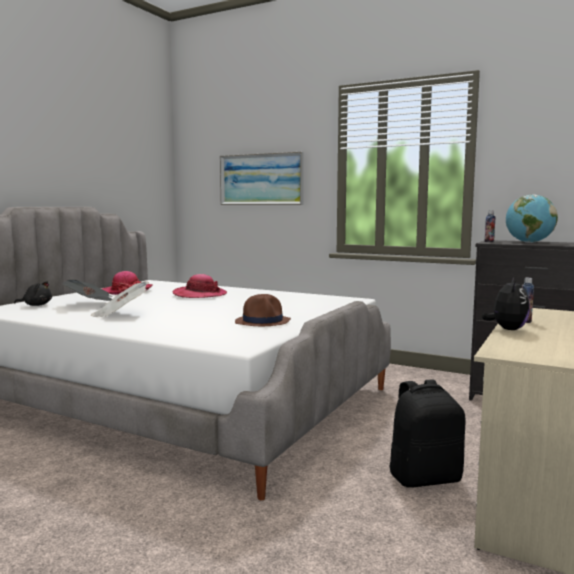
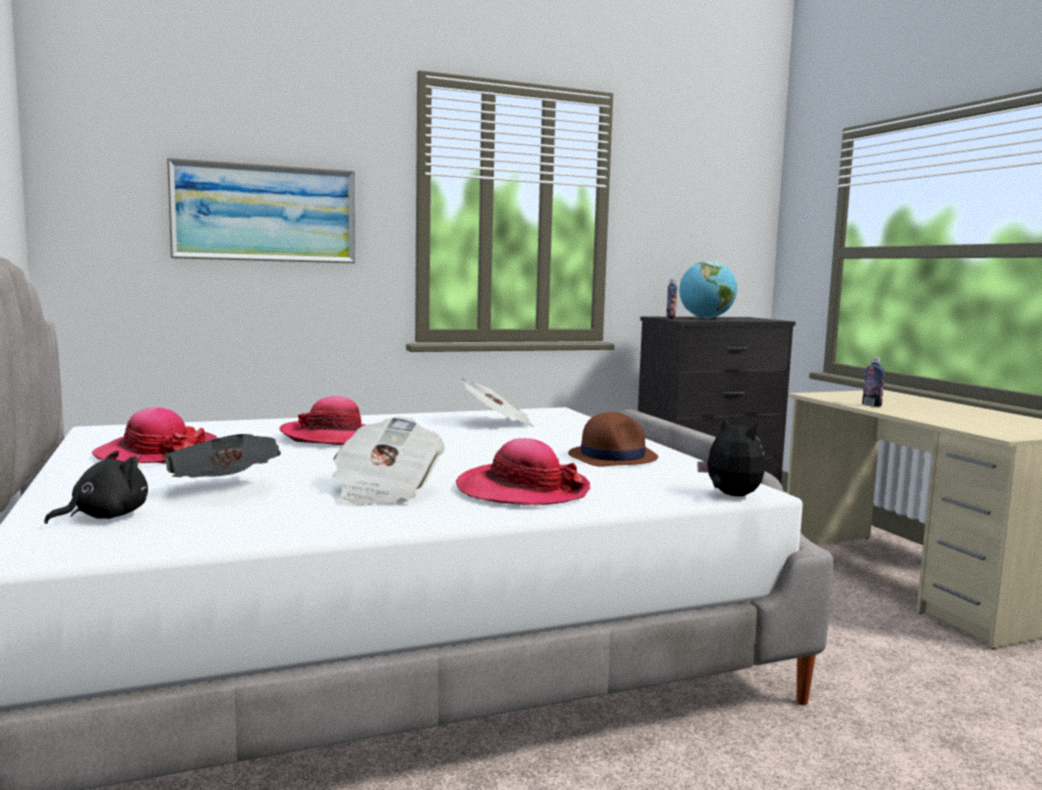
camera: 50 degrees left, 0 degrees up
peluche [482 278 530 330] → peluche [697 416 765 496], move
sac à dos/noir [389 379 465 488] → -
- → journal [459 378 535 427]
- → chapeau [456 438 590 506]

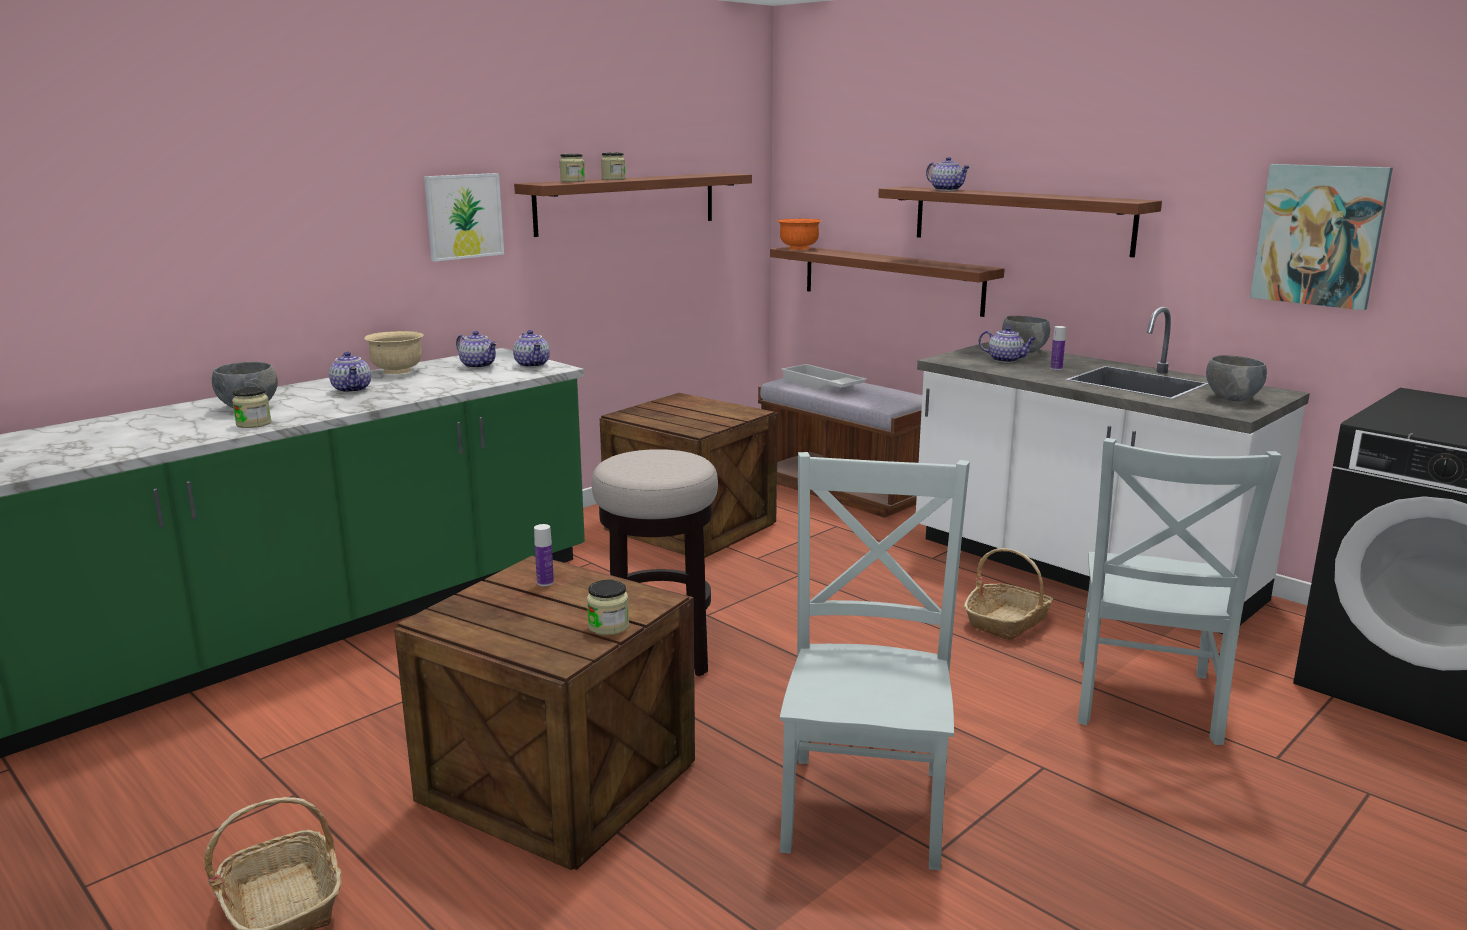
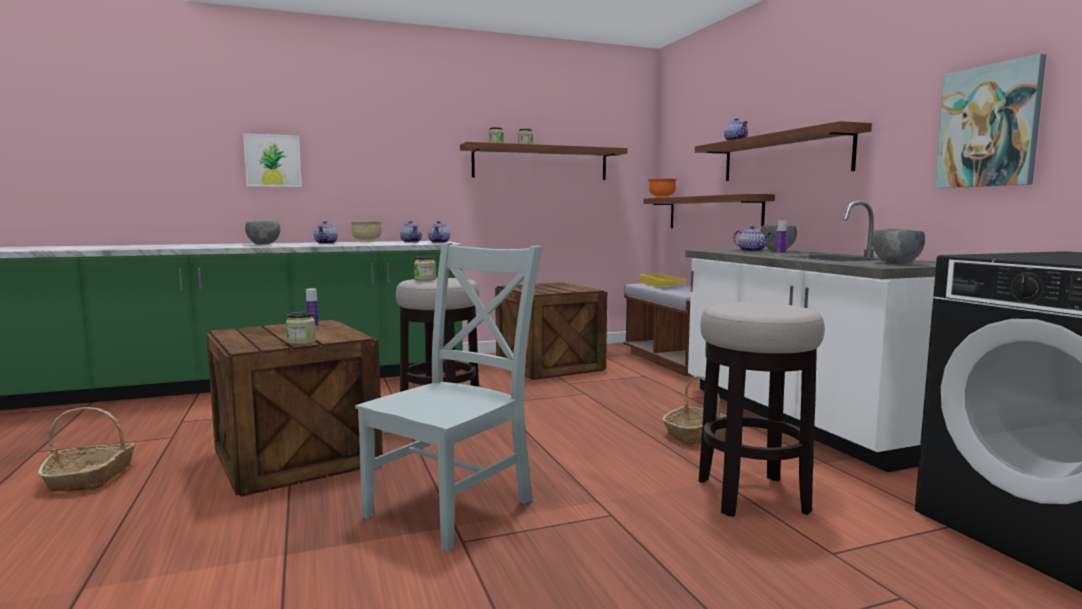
camera: 25 degrees right, 10 degrees down
tableau [424 173 504 262] → tableau [243 133 302 187], move
plateau/blanc [781 364 867 390] → plateau/jaune [639 274 687 286]
bocal [232 387 271 428] → bocal [414 256 436 281], move
chaise/gris [1078 438 1282 745] → tabouret [699 302 825 517]

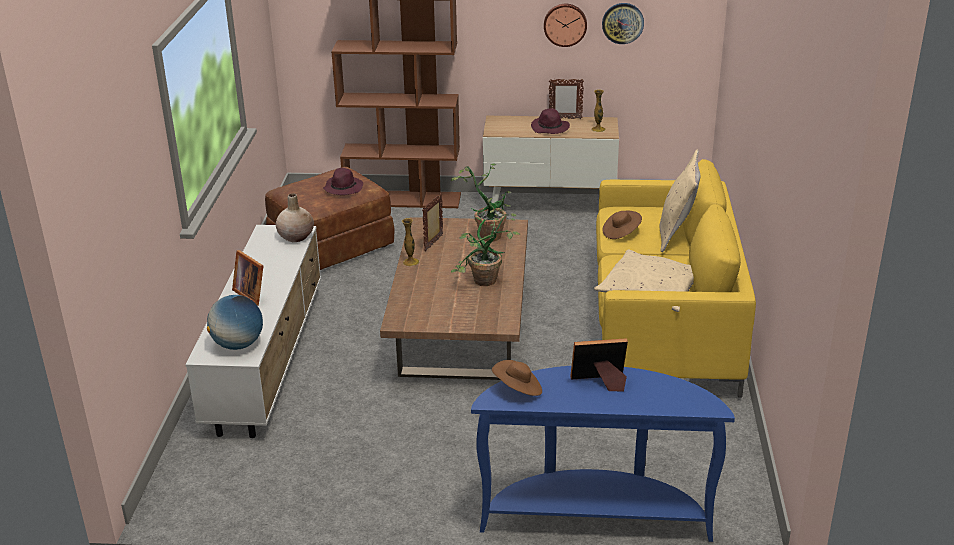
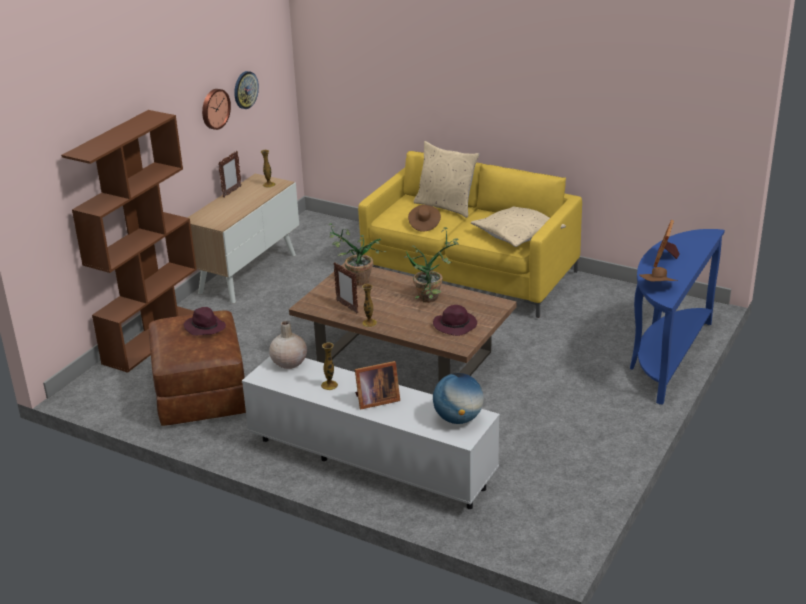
camera: 65 degrees left, 0 degrees up
chapeau/violet [531 108 570 134] → chapeau/violet [433 305 477 336], move
- → vase [321 343 338 390]

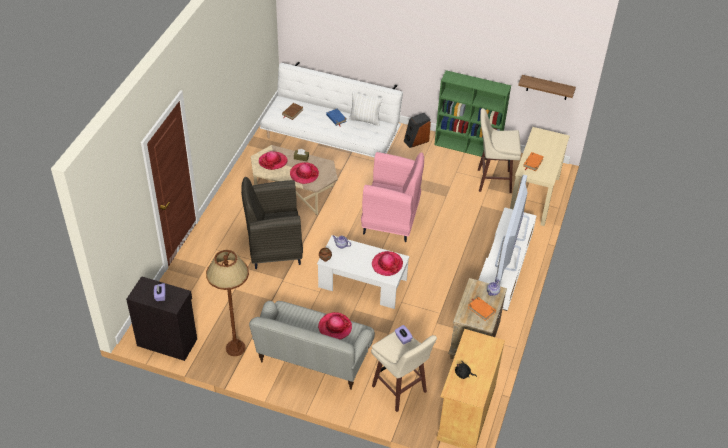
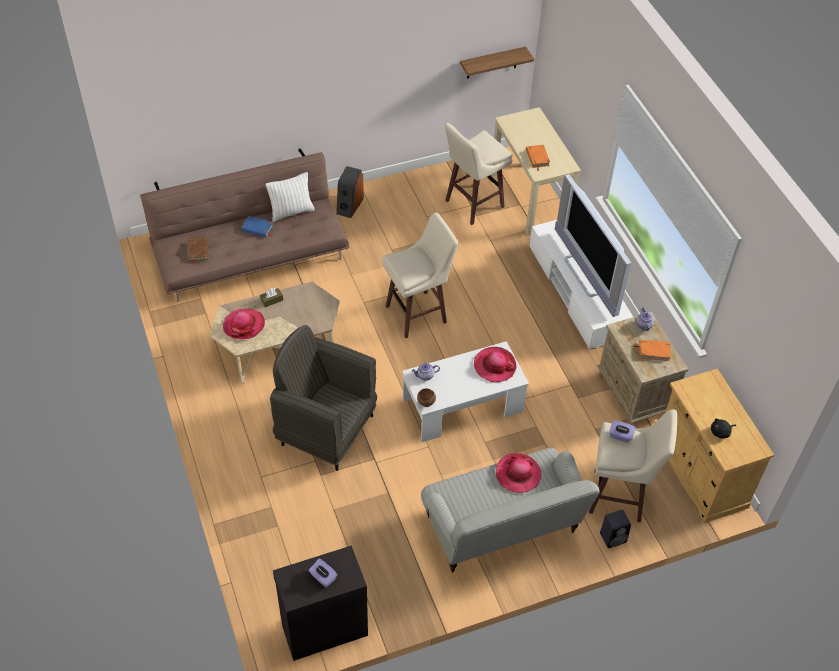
camera: 40 degrees left, 5 degrees up
canapé/blanc [260 62 403 158] → canapé/marron [140 148 350 302]
bibliothèque/vert [435 70 511 161] → -
fauteuil/rose [361 152 424 242] → tabouret/beige [382 212 458 338]
chapeau [290 162 319 184] → -
fauteuil/gris [241 177 303 269] → fauteuil/gris [270 325 377 471], 75 degrees clockwise
lampadaire/marron [206 250 249 356] → -
- → enceinte/noir [600 510 631 548]

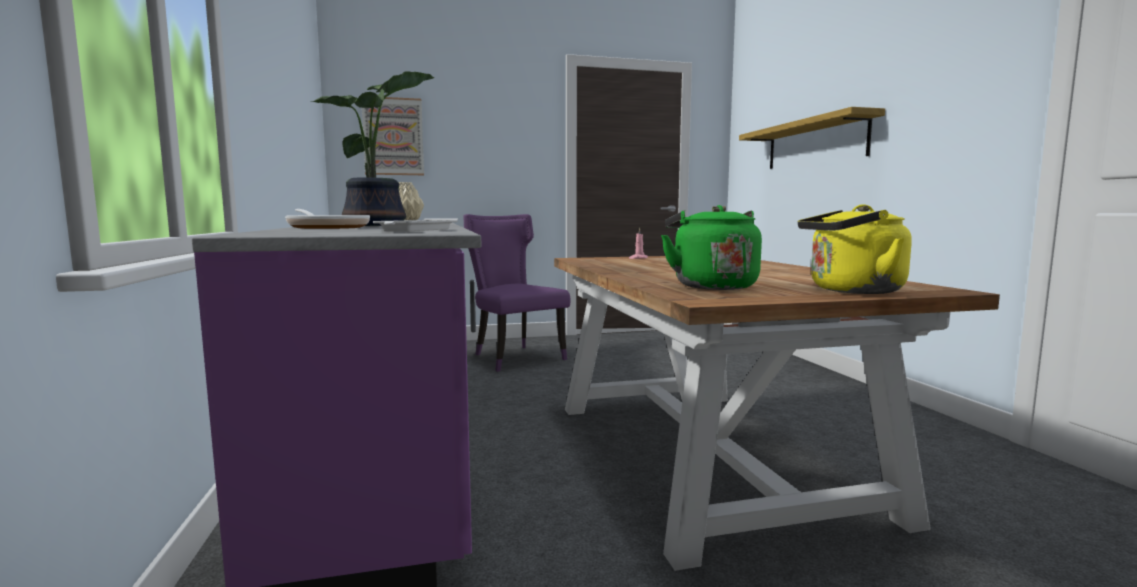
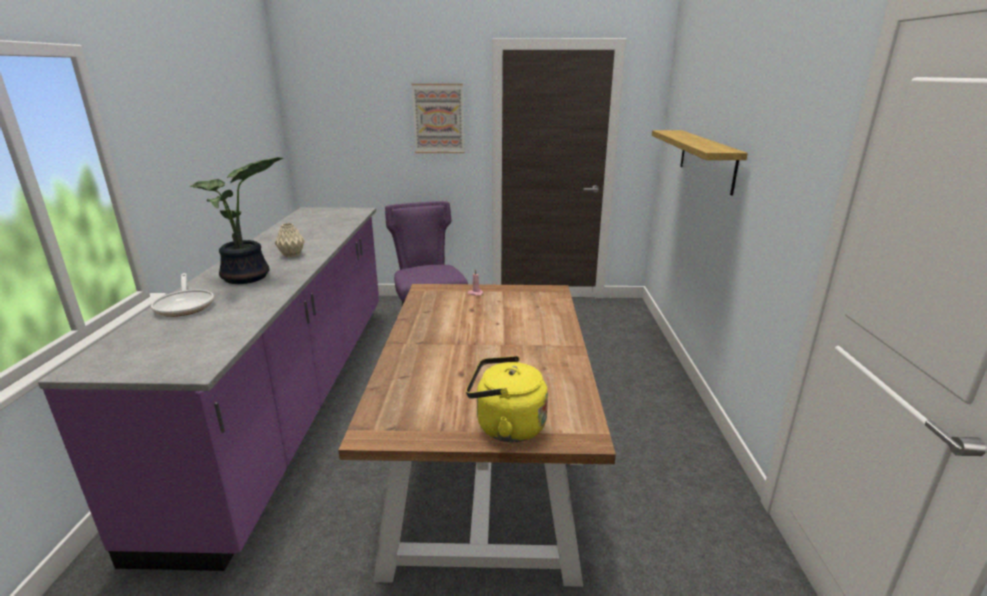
camera: 15 degrees right, 15 degrees up
tableau [362 97 424 175] → tableau [412 84 464 153], move
bouilloire/vert [661 205 762 290] → -
plateau/blanc [373 219 458 232] → -

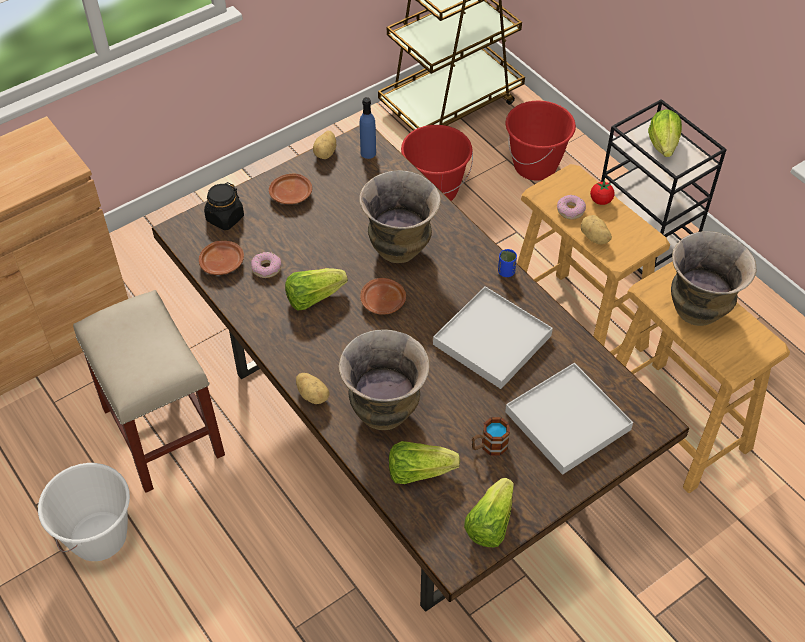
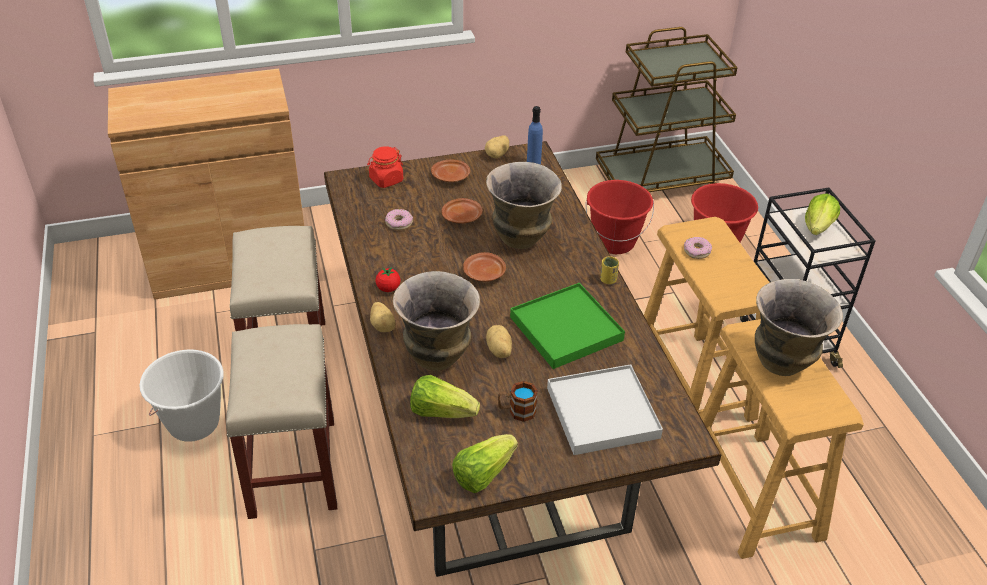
camera: 20 degrees right, 10 degrees down
tomate [590 180 615 205] → tomate [375 267 401 292], move
bocal/noir [204 182 244 230] → bocal/rouge [367 146 403 188]
pomme de terre [581 215 612 245] → pomme de terre [486 325 512 358], move
assiette/marron [199 241 244 275] → assiette/marron [441 198 483 224], move
tasse/bleu [498 249 517 277] → tasse/jaune [600 256 619 284]
laitue [285 268 348 311] → -
plateau/blanc [433 286 553 389] → plateau/vert [510 283 625 369]
- → tabouret/beige [226 324 337 519]

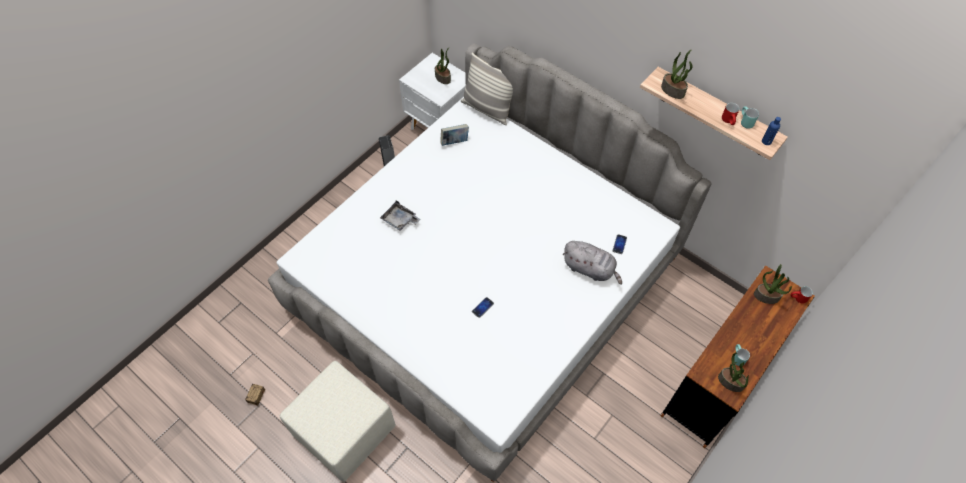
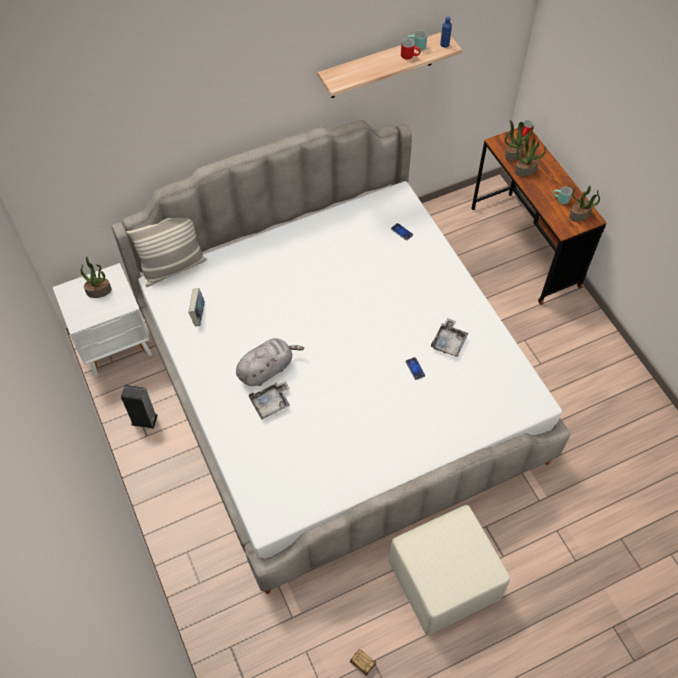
camera: 65 degrees left, 0 degrees up
plante en pot [661 50 693 99] → plante en pot [515 134 546 177], move
peluche/gris [563 241 622 285] → peluche/gris [236 338 304 386], move
- → plateau/gris [431 318 469 357]

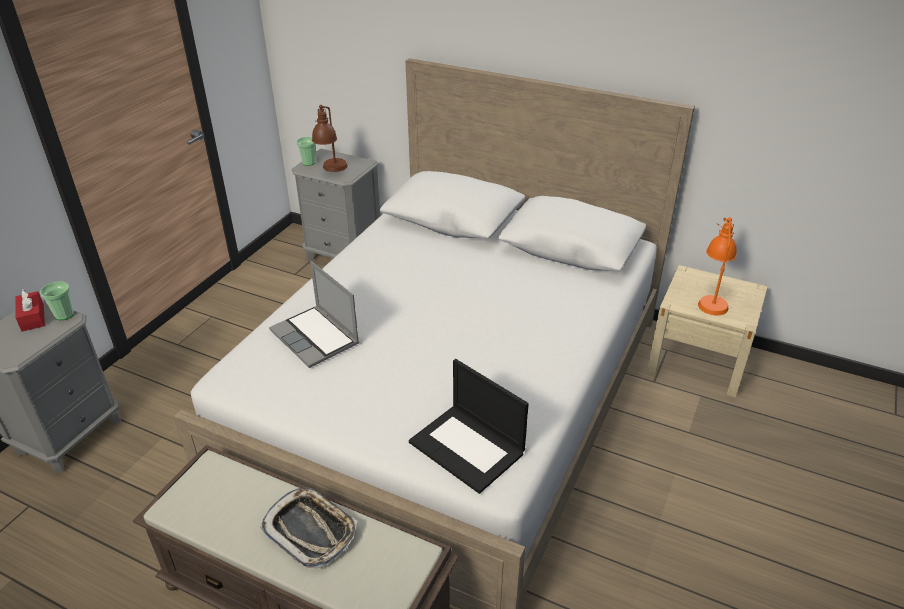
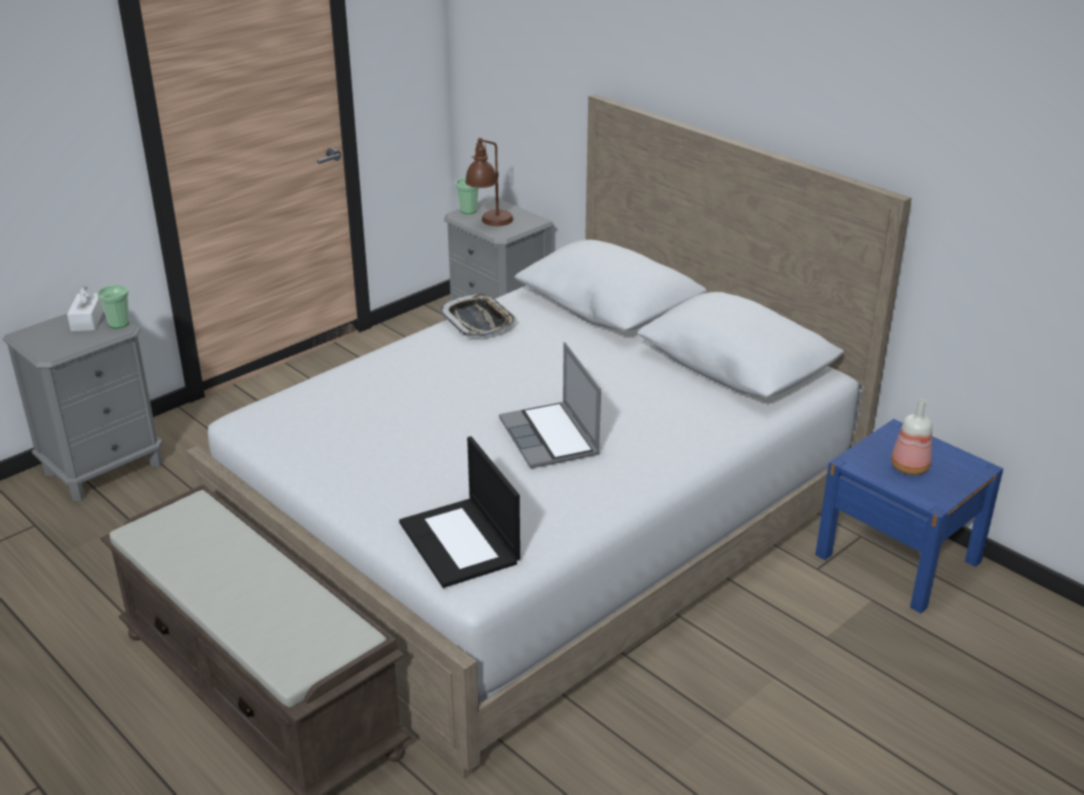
camera: 20 degrees right, 5 degrees down
lampe de table/orange [698 217 737 316] → bouteille [891 399 932 475]
ordinateur portable [269 261 359 368] → ordinateur portable [499 342 601 469], move
table de chevet/beige [647 265 768 398] → table de chevet/bleu [815 419 1003 613]
boîte à mouchoirs/rouge [15 289 45 332] → boîte à mouchoirs/blanc [67 286 104 331]
plateau [260 488 357 568] → plateau [438 293 517 338], move

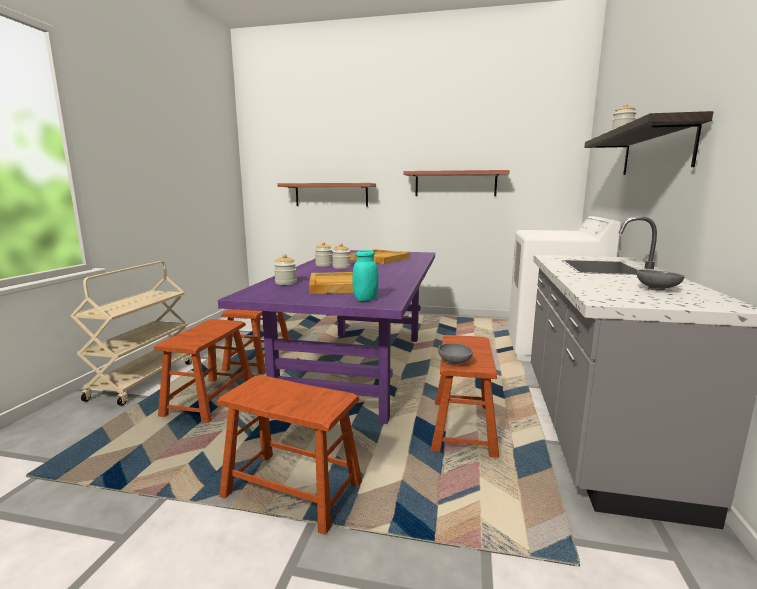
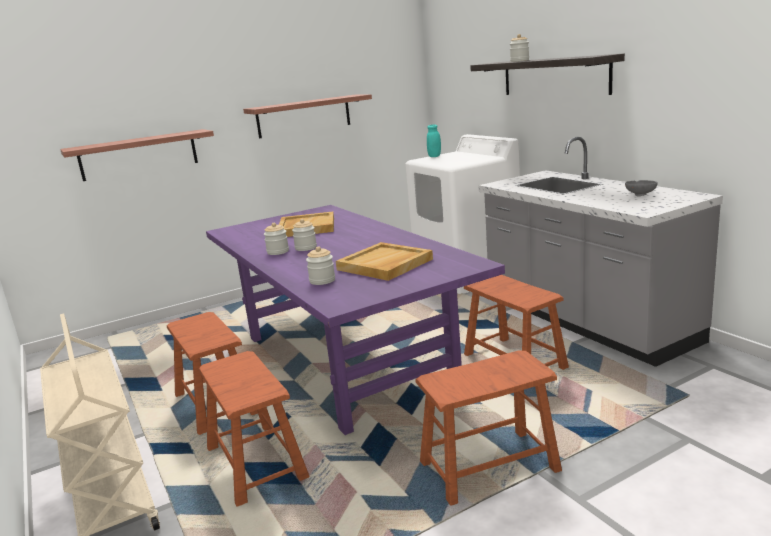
camera: 40 degrees left, 5 degrees up
bocal/turquoise [352 250 379 301] → bocal/turquoise [427 125 441 157], move
bol/gris [438 343 473 364] → -

